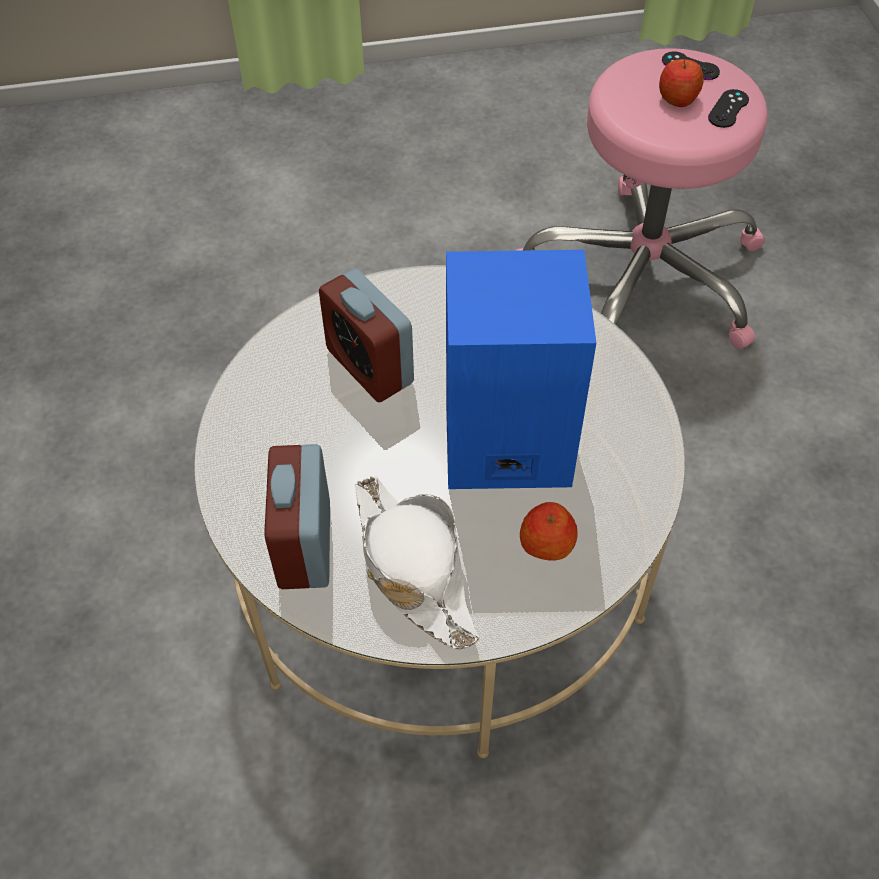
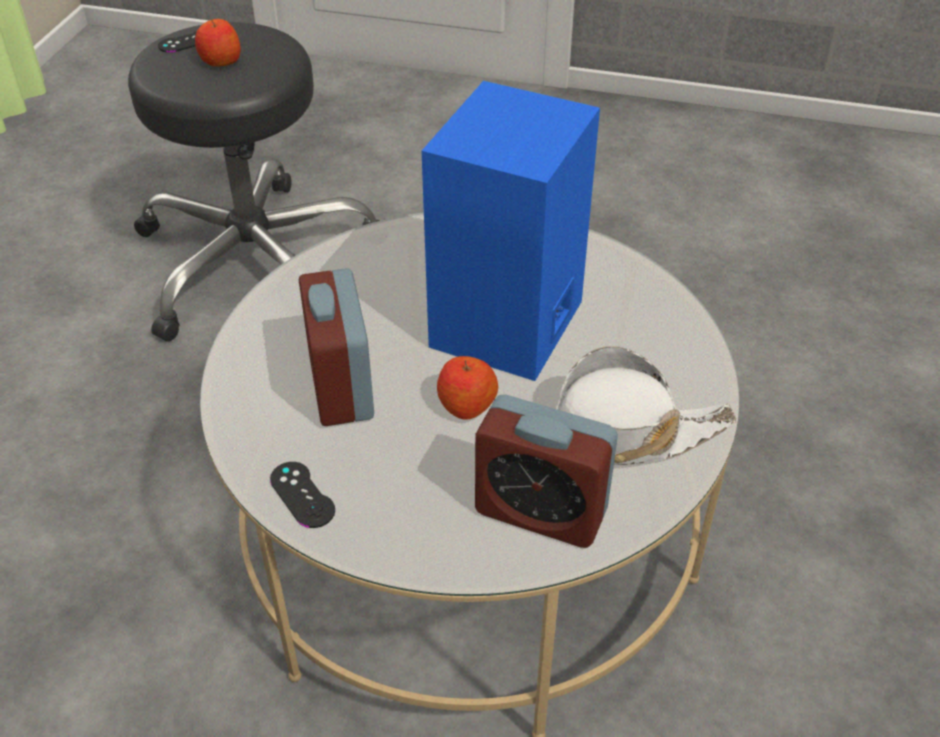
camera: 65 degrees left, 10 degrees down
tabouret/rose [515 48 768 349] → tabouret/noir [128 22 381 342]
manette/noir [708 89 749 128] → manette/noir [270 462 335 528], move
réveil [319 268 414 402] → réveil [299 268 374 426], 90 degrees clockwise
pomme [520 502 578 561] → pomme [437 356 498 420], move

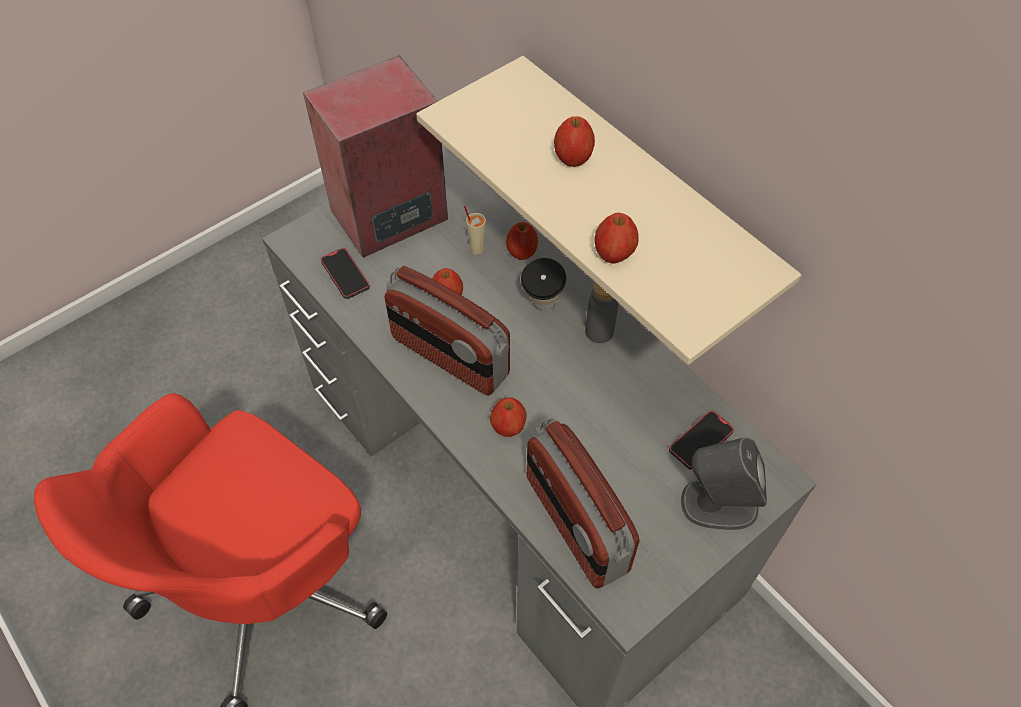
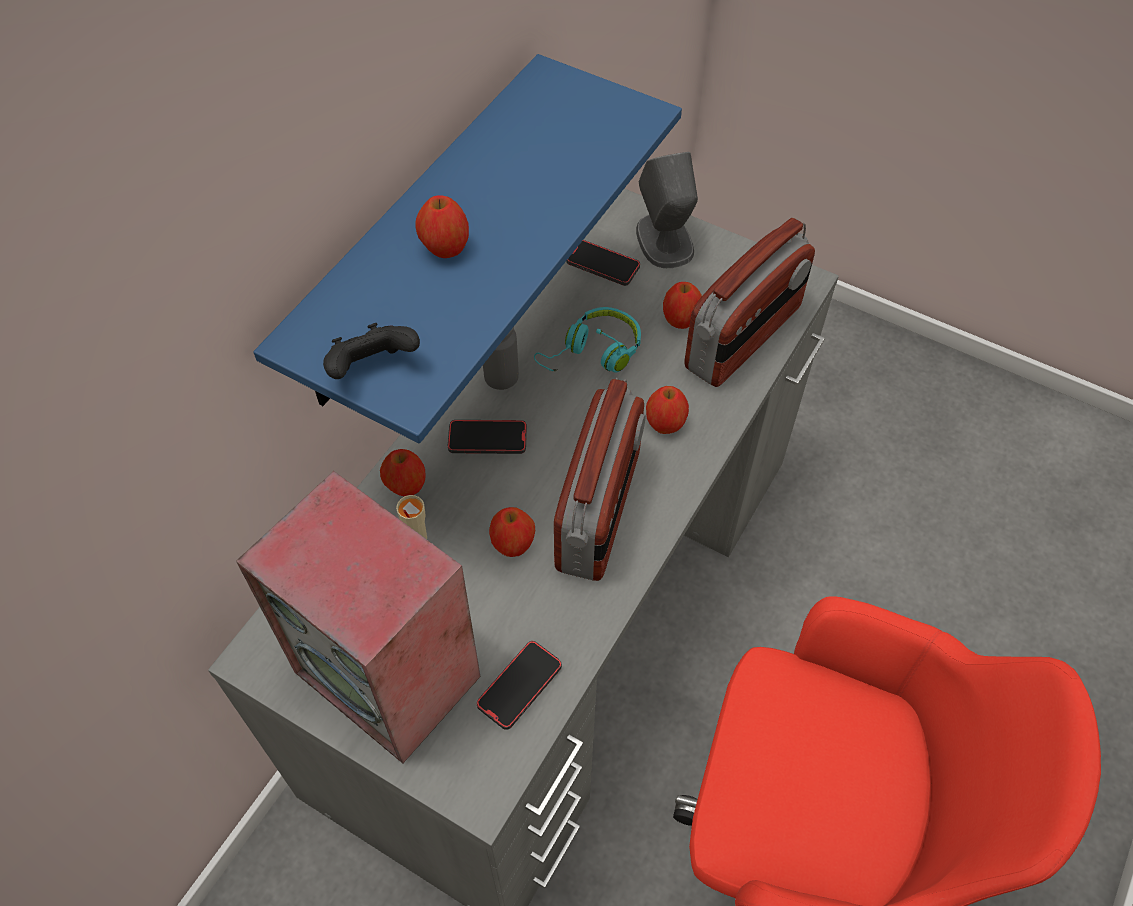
camera: 110 degrees left, 0 degrees up
étagère/beige [416 56 802 365] → étagère/bleu [253 54 682 443]
pomme [594 213 639 264] → pomme [663 282 702 329], move
tasse [521 258 566 311] → téléphone [448 420 527 454]
- → casque audio/turquoise [534 307 641 373]
- → manette/noir [323 323 420 379]

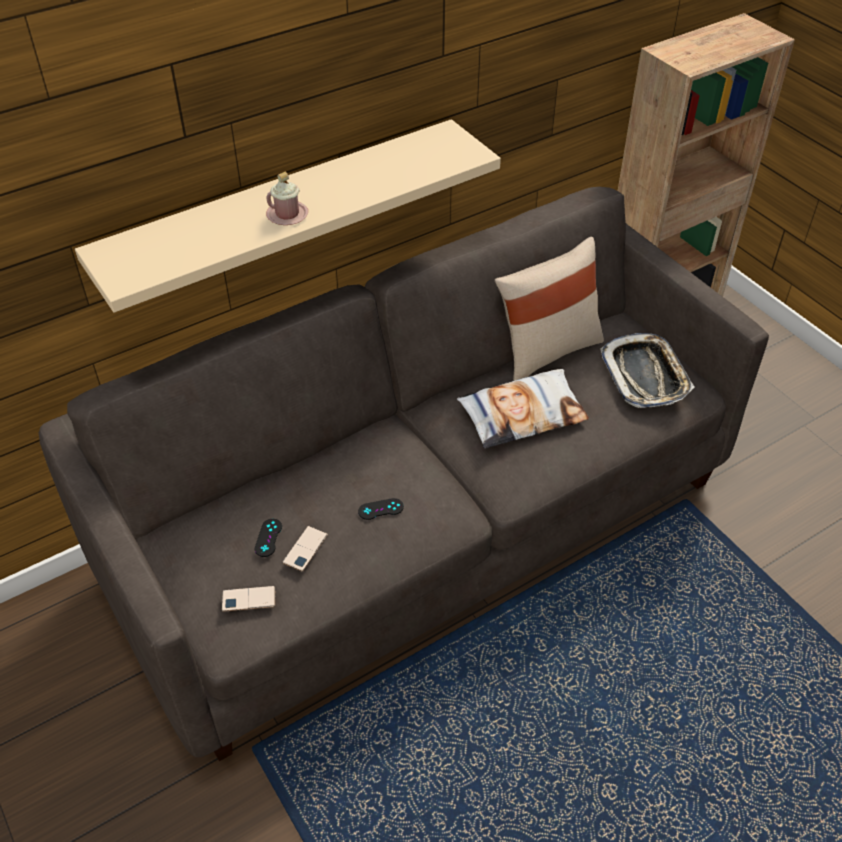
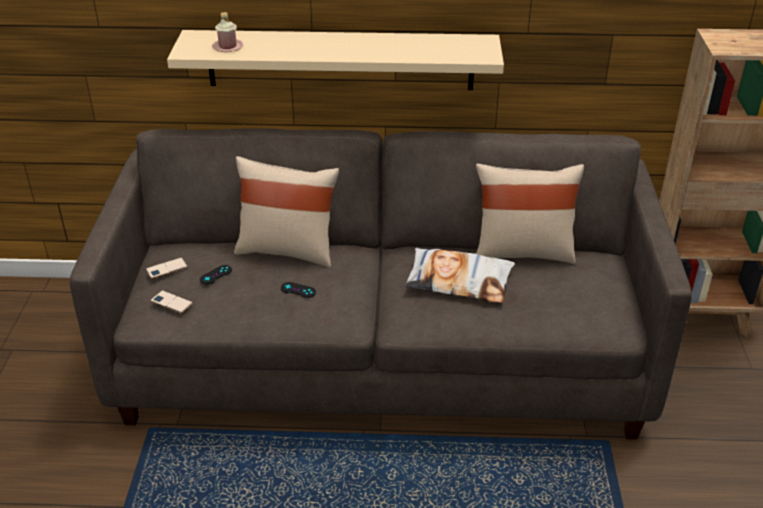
camera: 35 degrees right, 10 degrees down
mug/rose [266 172 308 225] → mug/rose [212 12 243 52], move
plateau [600 333 695 408] → -
téléphone [283 526 328 571] → téléphone [146 258 188 279], move
- → coussin/beige [234 156 339 267]

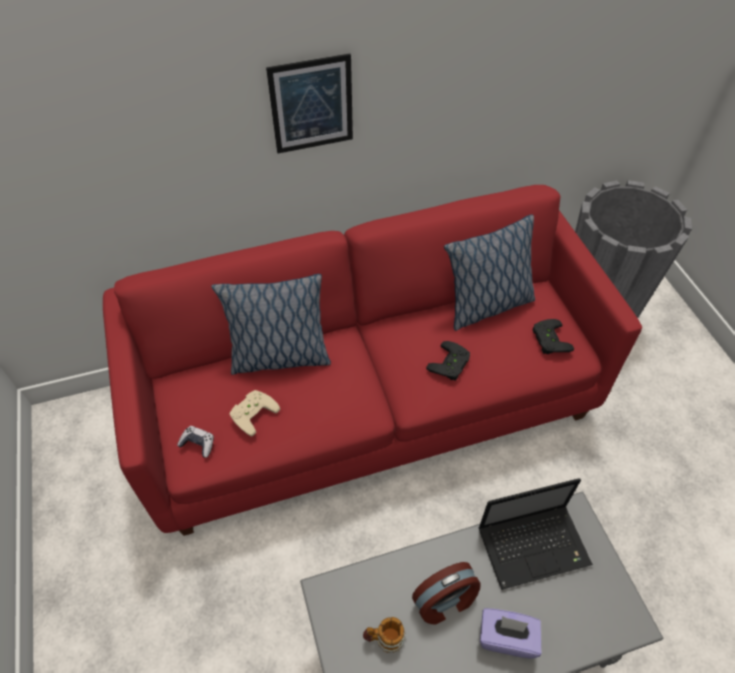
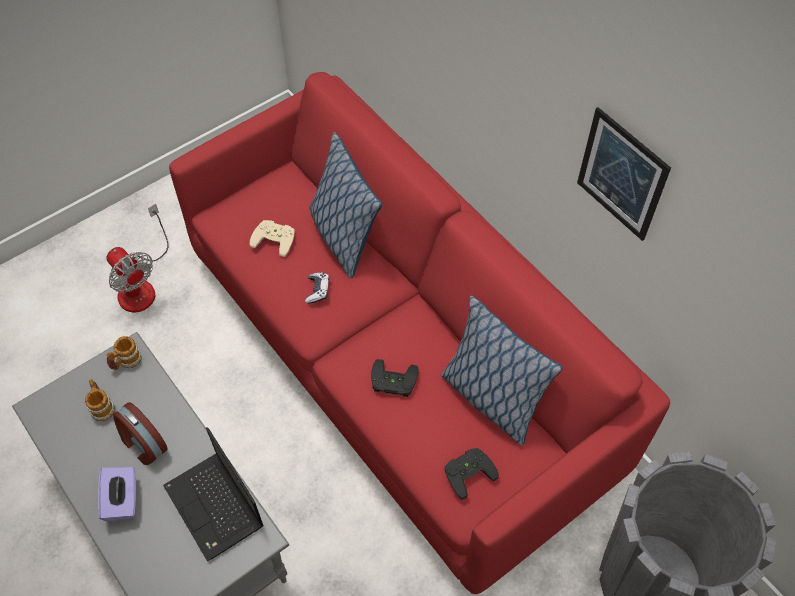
camera: 70 degrees right, 5 degrees up
tableau [266 54 353 153] → tableau [577 107 671 241], move
manette [177 426 214 458] → manette [305 273 330 303], move
- → ventilateur [106 204 169 313]
- → mug [106 336 142 370]

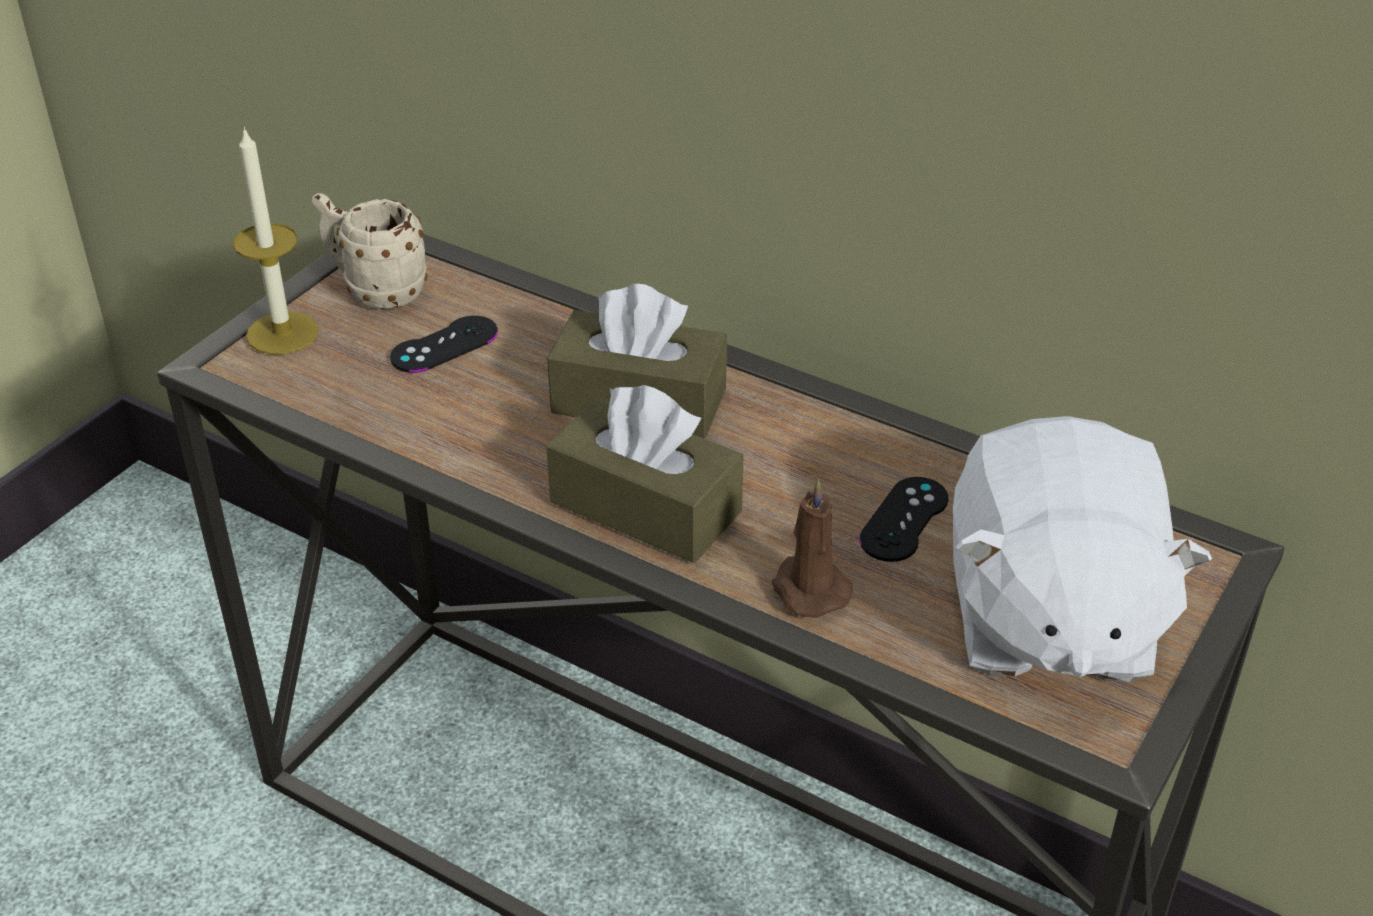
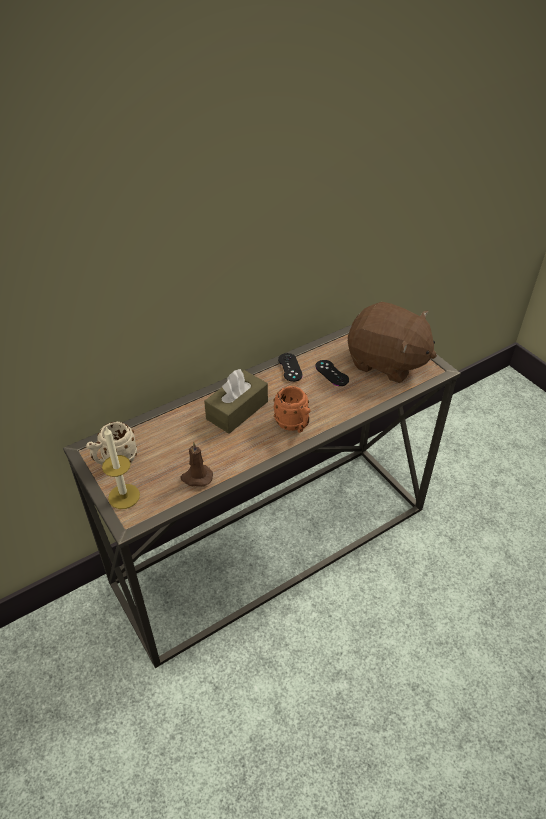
camera: 65 degrees left, 5 degrees up
manette/noir [390 316 498 373] → manette/noir [278 353 303 382], move
boîte à mouchoirs/marron [546 385 743 563] → mug/orange [273 386 311 433]
peluche/blanc [953 416 1212 682] → peluche/marron [348 302 437 383]
bougie/marron [772 479 853 618] → bougie/marron [180 442 213 486], move

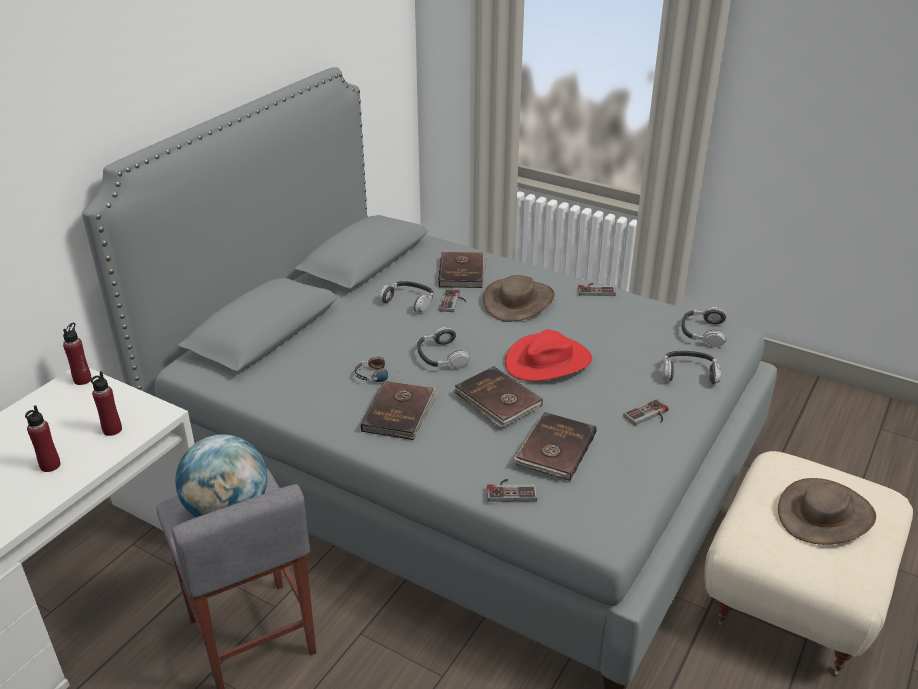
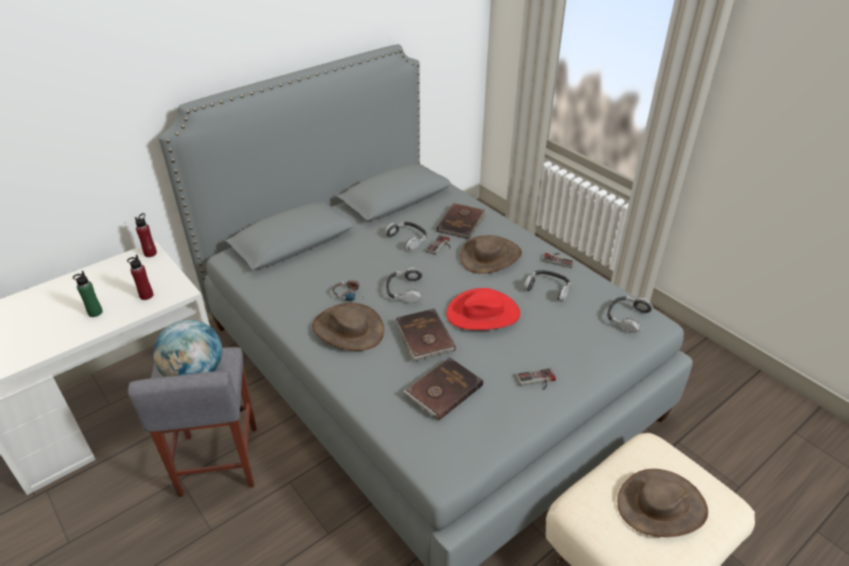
camera: 20 degrees right, 5 degrees up
casque audio [663 351 721 384] → casque audio [524 270 571 301], move
livre/marron [361 380 438 440] → chapeau/marron [312 303 384 351]
bouteille/rouge [25 405 61 472] → bouteille/vert [73 271 103 317]
manette [487 479 537 502] → -

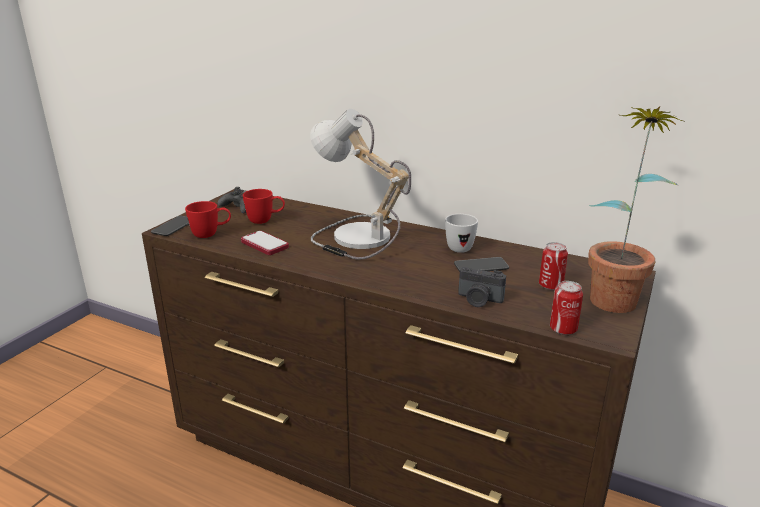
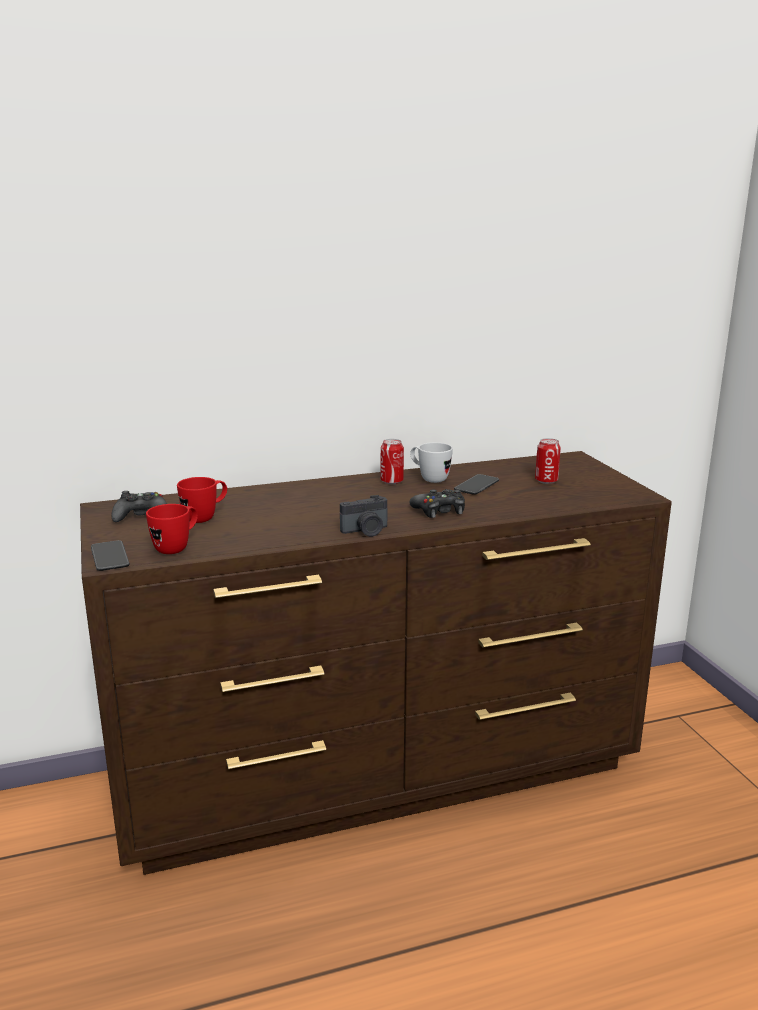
camera: 45 degrees left, 5 degrees down
plante en pot [588 106 682 313] → -
lampe de table [310 109 411 260] → -
téléphone [241 231 289 255] → -
appareil photo [458 267 506 307] → appareil photo [340 495 387 537], move
boîte métallique [550 281 583 335] → boîte métallique [381 439 404 484], move
- → manette/noir [410 489 465 518]

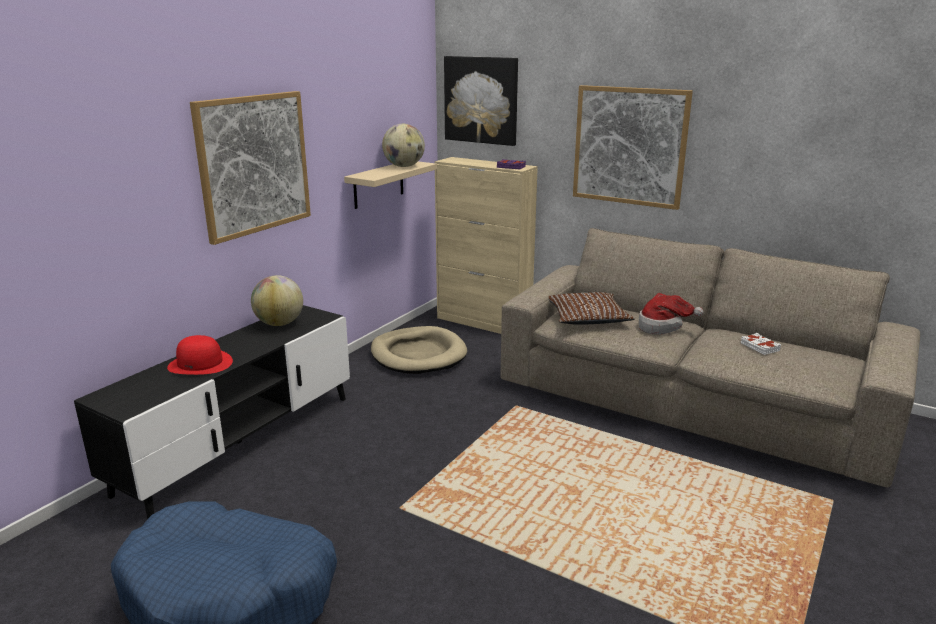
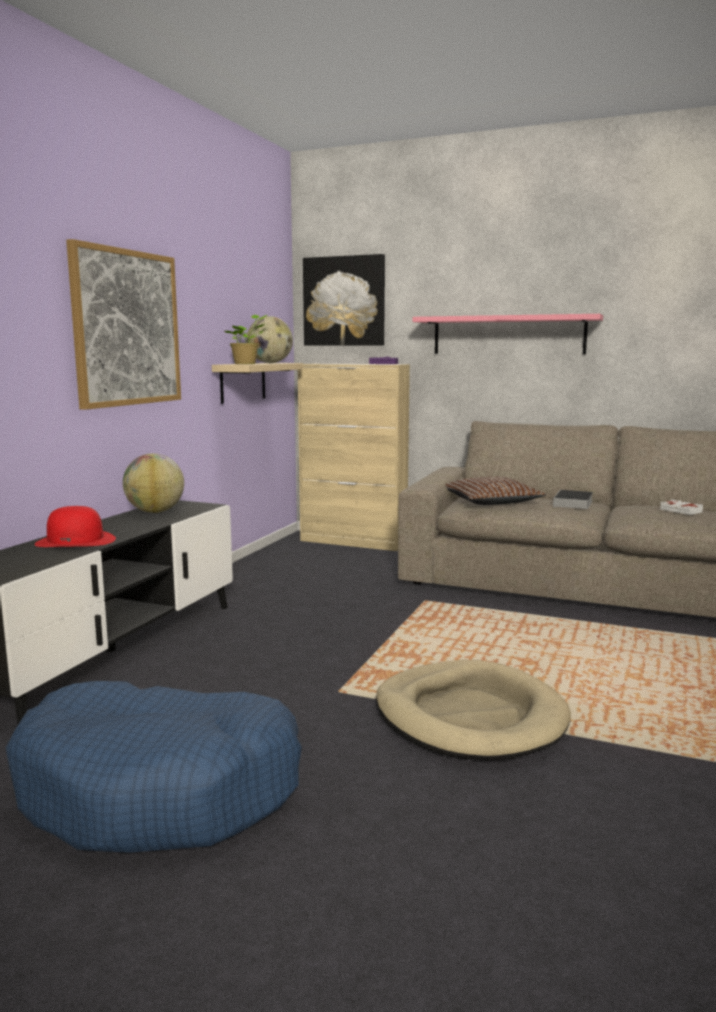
camera: 10 degrees left, 10 degrees down
tableau [573 85 693 210] → étagère/rose [413 314 603 354]
chapeau [639 293 704 335] → livre [553 490 593 509]
panier pour chien/beige [371 326 467 374] → panier pour chien/beige [376 660 571 761], move
- → plante en pot [224 315 267 364]

